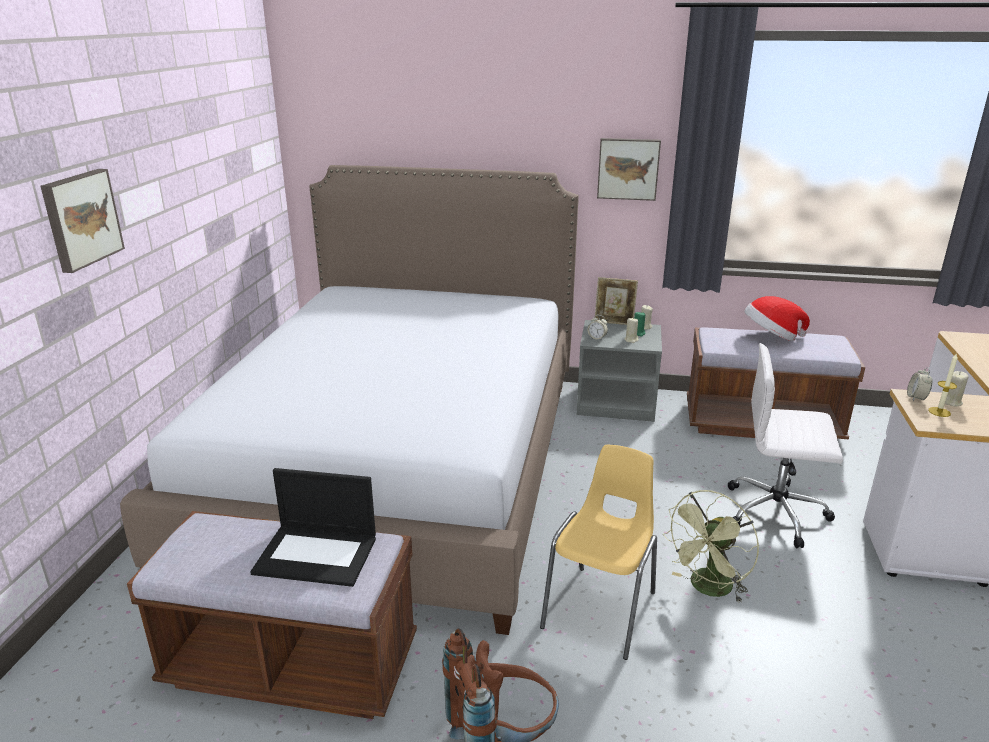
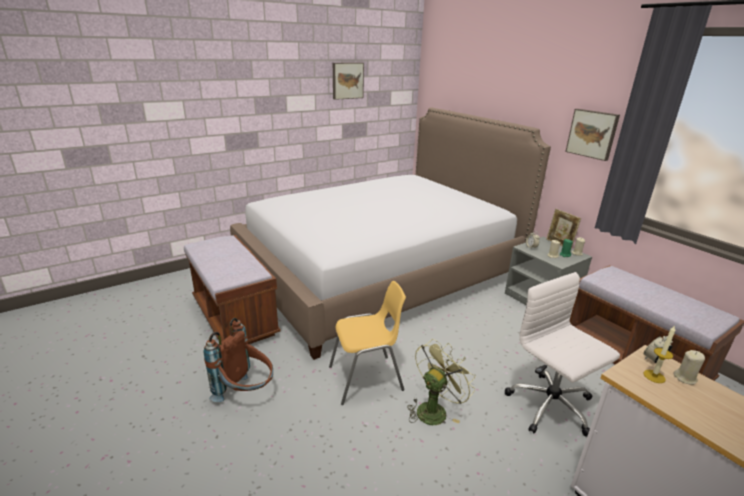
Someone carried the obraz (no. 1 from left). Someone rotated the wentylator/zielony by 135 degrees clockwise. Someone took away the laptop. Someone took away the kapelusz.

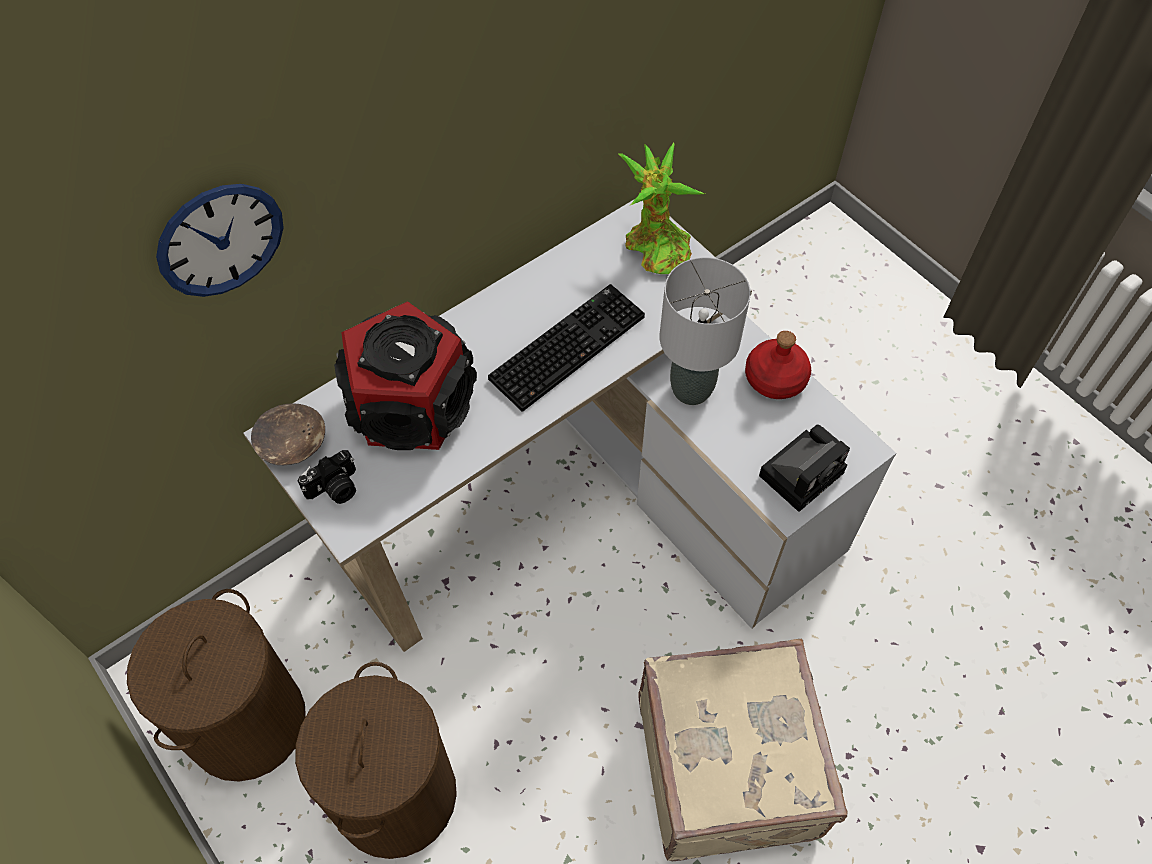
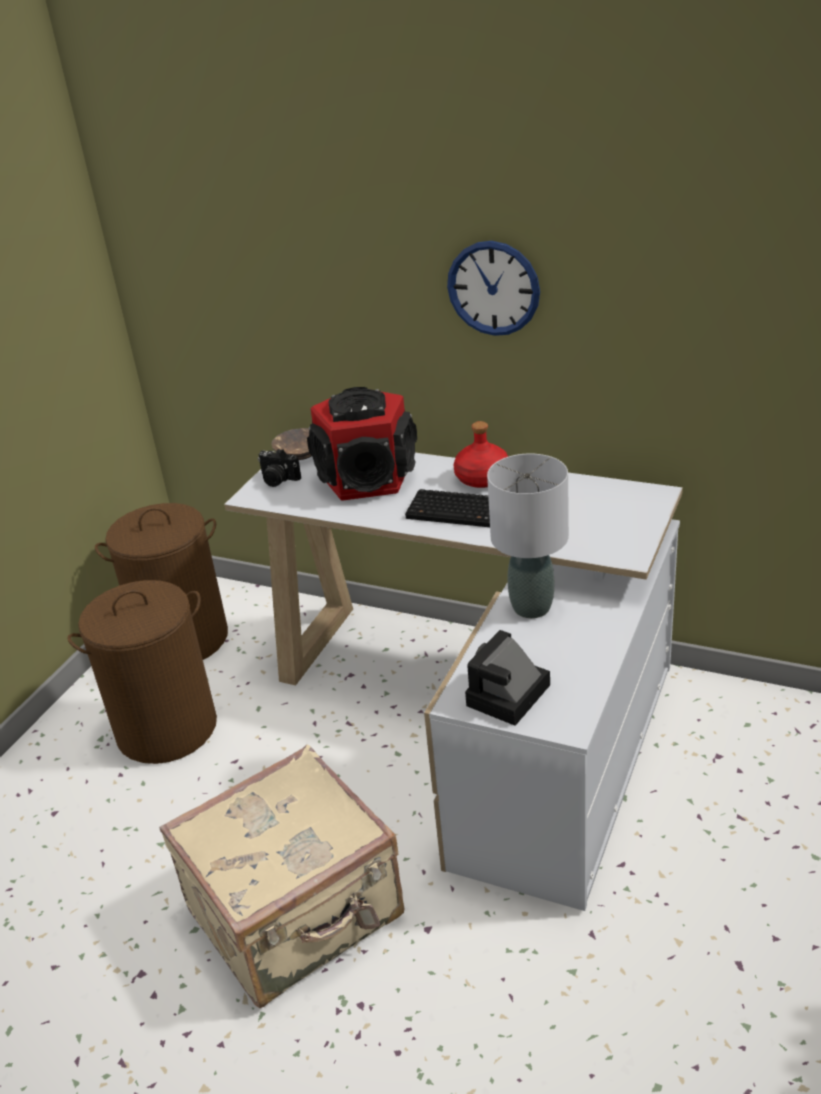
Someone carried the zegar ścienny. Someone carried the butelka/czerwony. Someone rotated the aparat fotograficzny (no. 2 from left) by 105 degrees clockwise. Someone took away the roślina doniczkowa.

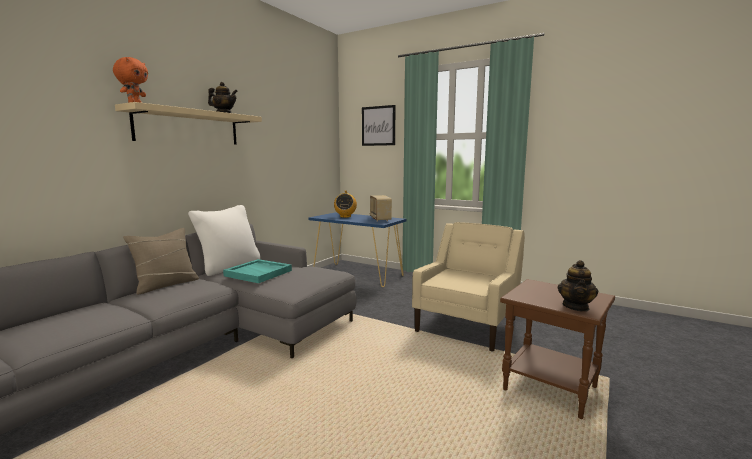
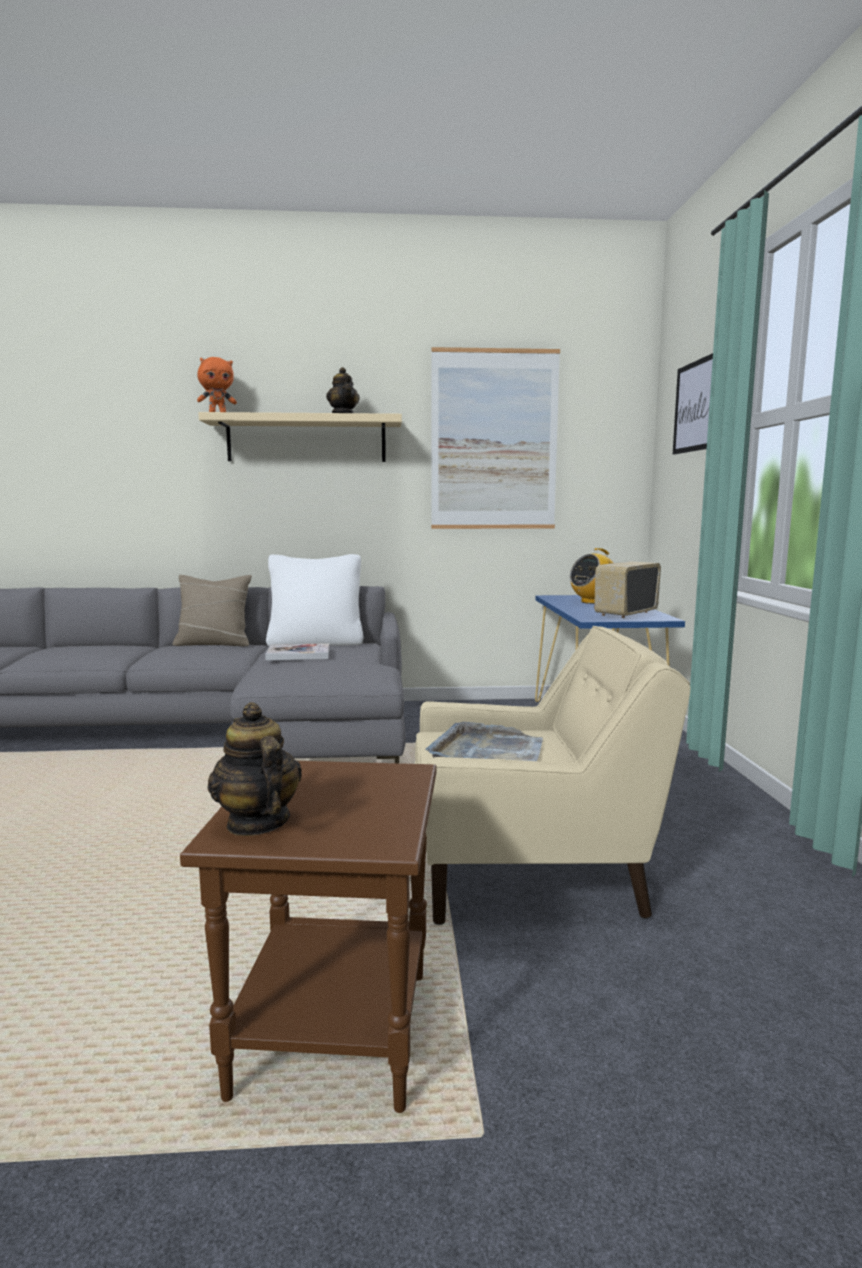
Someone rotated the imbryk (no. 2 from left in the first image) by 75 degrees clockwise. Someone swapped the taca/turkusowy for the książka. Someone put down the taca/szary. Someone put up the obraz (no. 1 from left).

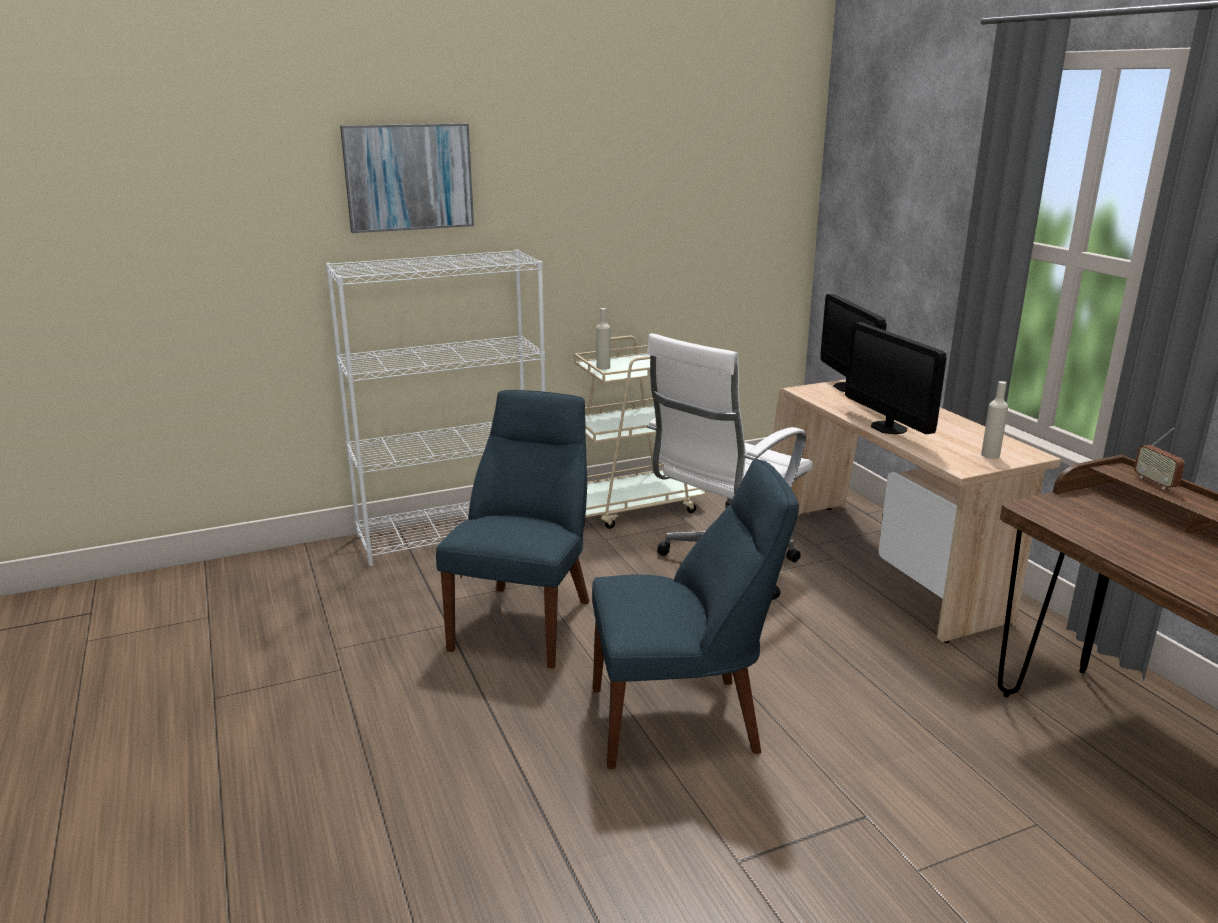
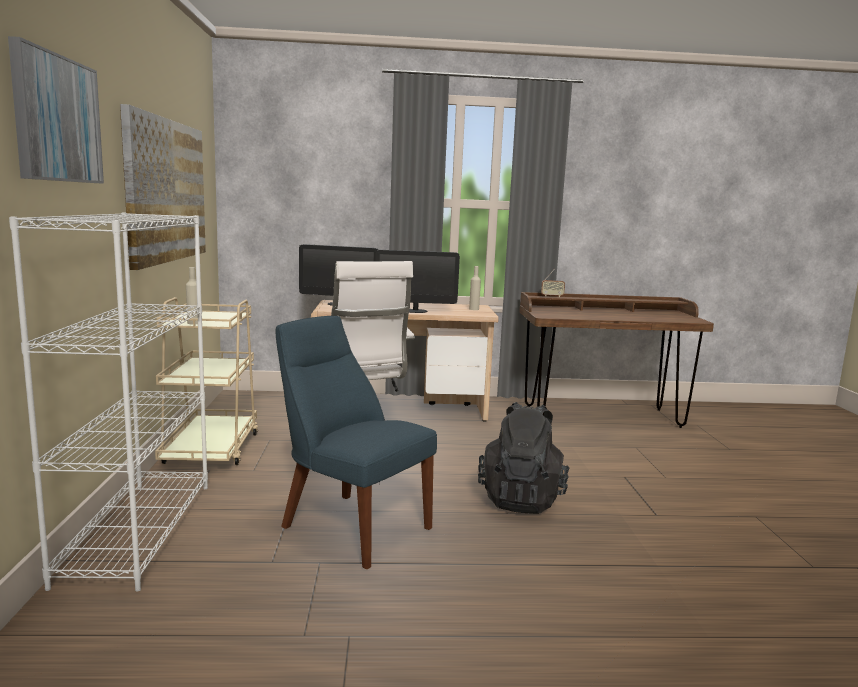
Someone put up the obraz (no. 2 from left). Someone swapped the krzesło/niebieski (no. 2 from left) for the plecak/czarny.

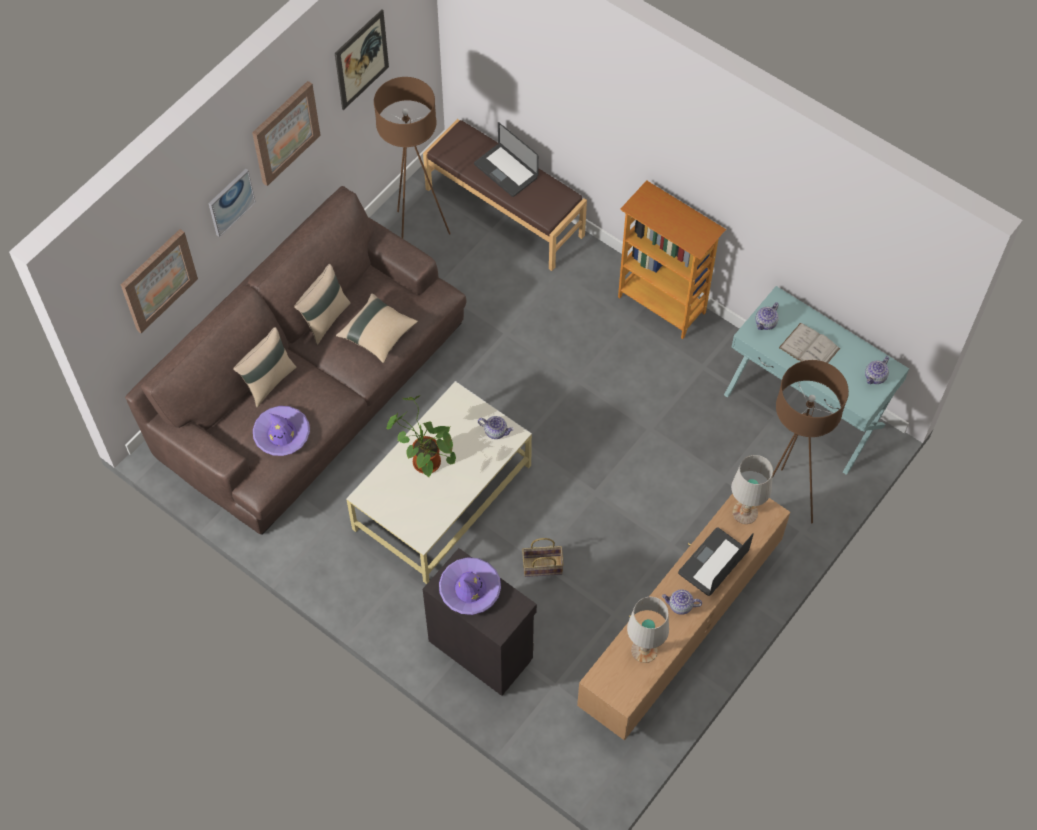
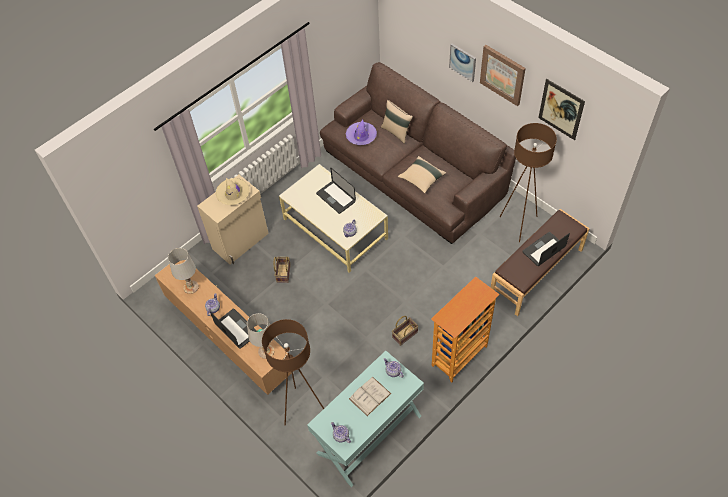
Someone repainted the szafka/czarny, which became the szafka/beżowy. Someone repainted the kapelusz/fioletowy (no. 2 from left), which became the kapelusz/beżowy. Someone swapped the roślina doniczkowa for the laptop (no. 2 from left). Someone put down the koszyk (no. 2 from left). Someone took away the obraz (no. 1 from left). Someone took away the poduszka/beżowy (no. 2 from left).

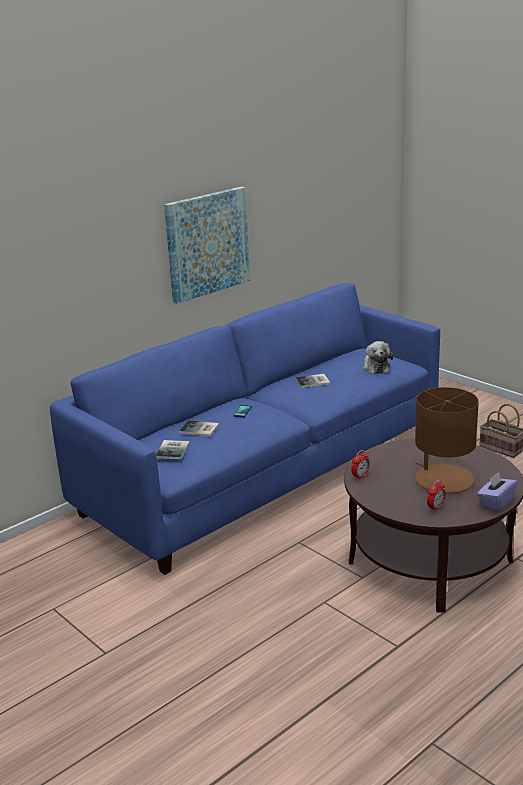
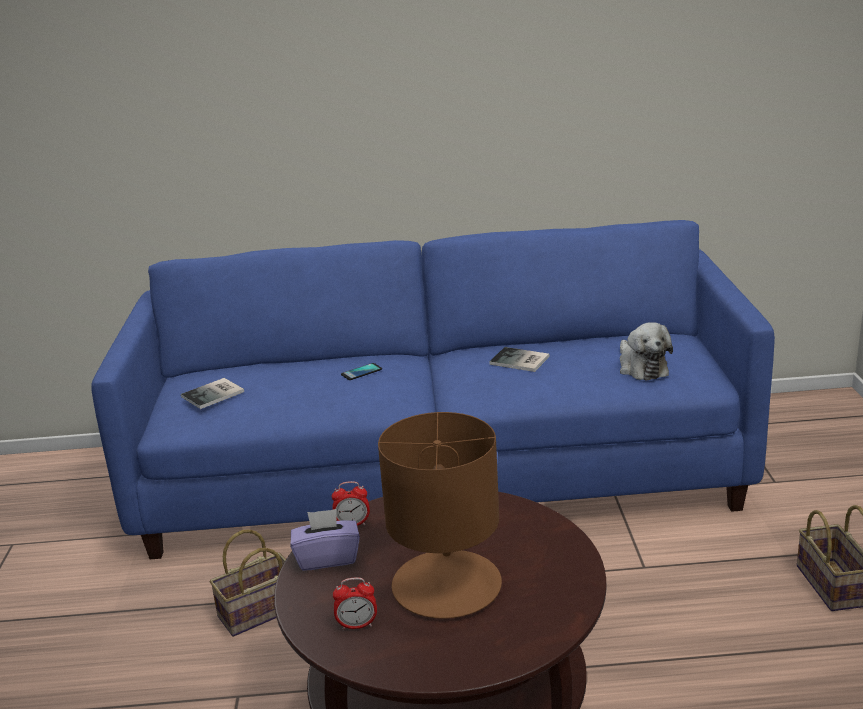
Someone put down the koszyk (no. 1 from left). Someone carried the pudełko chusteczek/fioletowy. Someone rotated the pluszak by 45 degrees counterclockwise. Someone took away the obraz. Someone took away the książka (no. 2 from left).

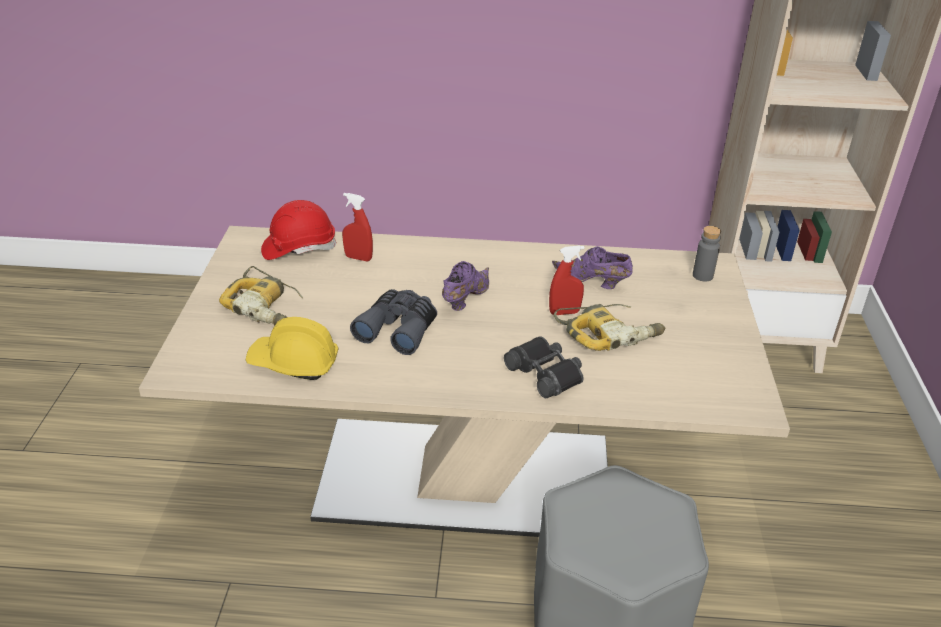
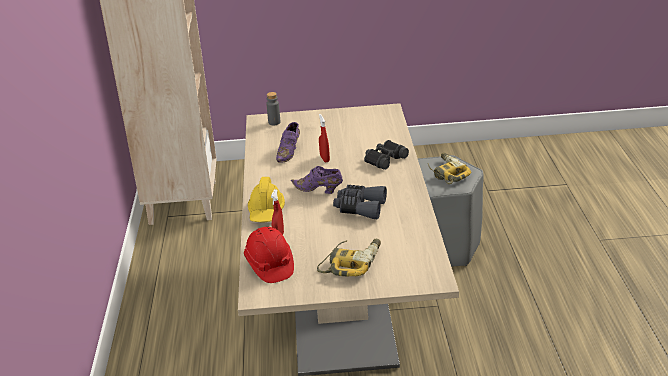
Someone carried the kask/żółty. Someone carried the wiertarka (no. 2 from left).

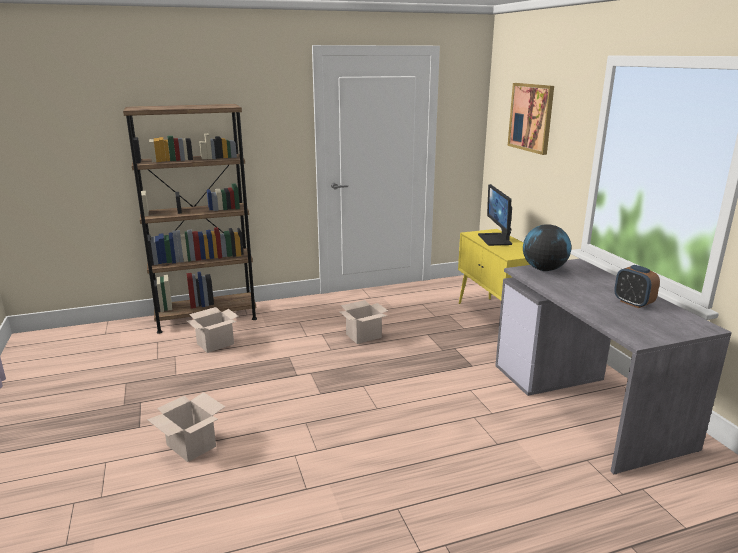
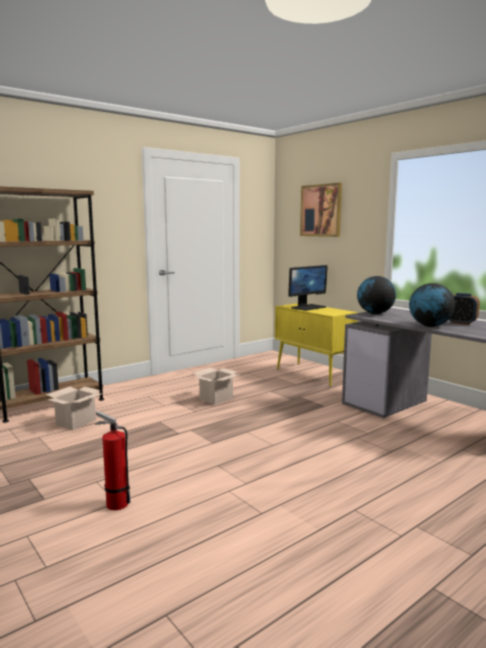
Someone swapped the karton (no. 1 from left) for the gaśnica. Someone rotated the monitor by 105 degrees counterclockwise. Someone put down the globus (no. 2 from left).

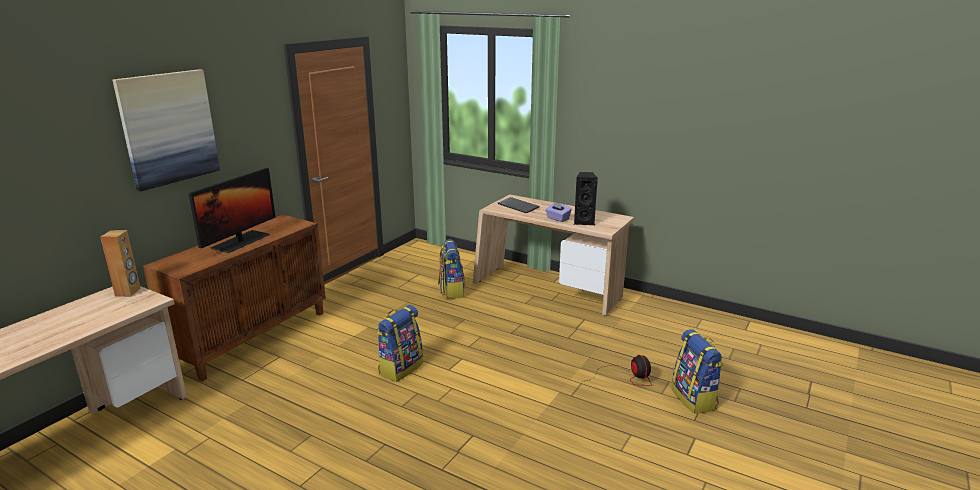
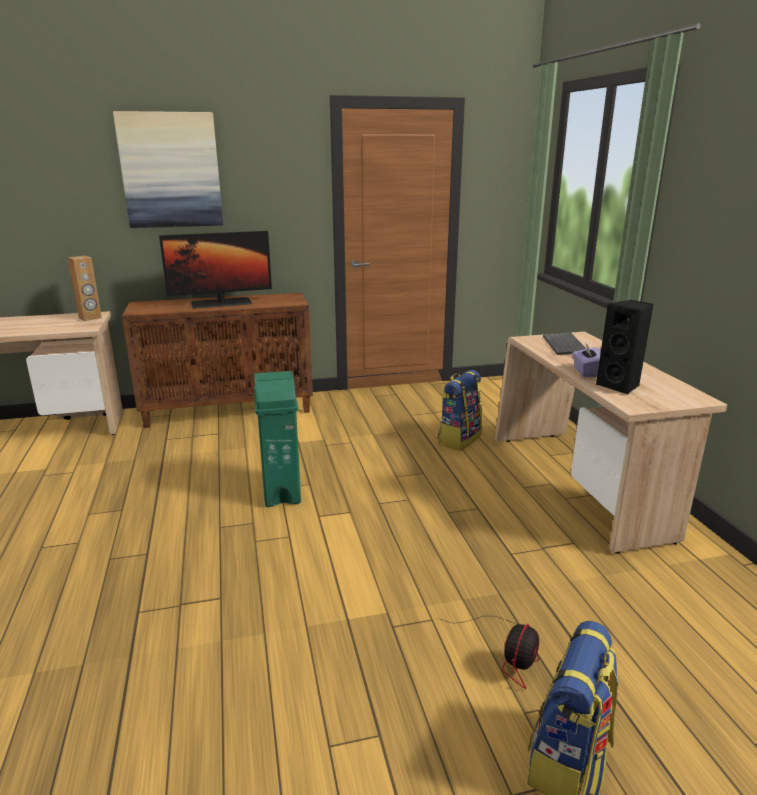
Someone swapped the plecak (no. 1 from left) for the kosz na śmieci/zielony.

